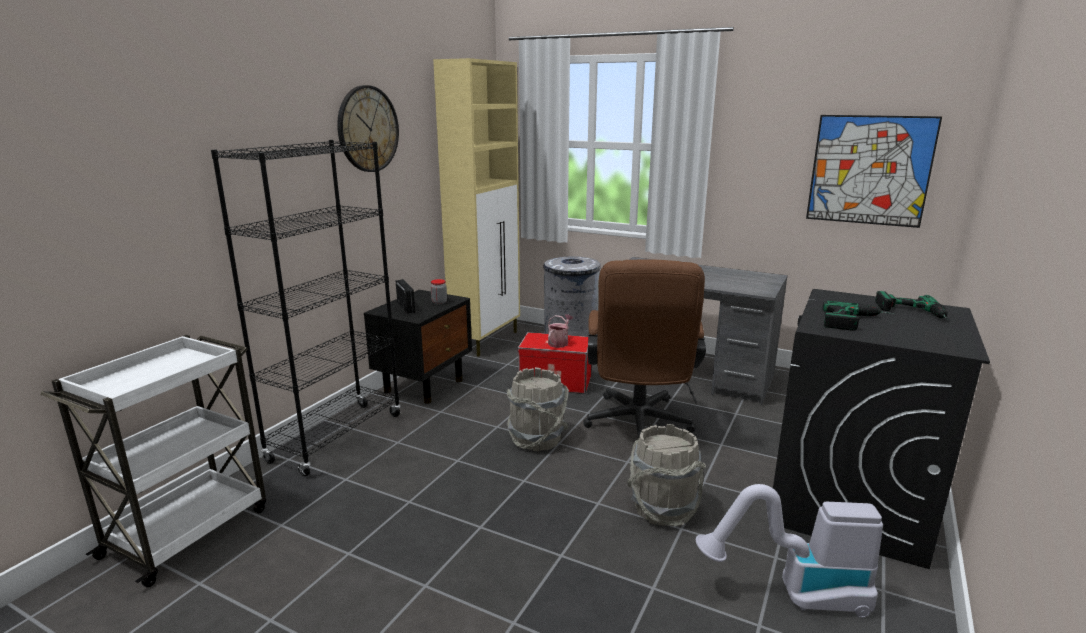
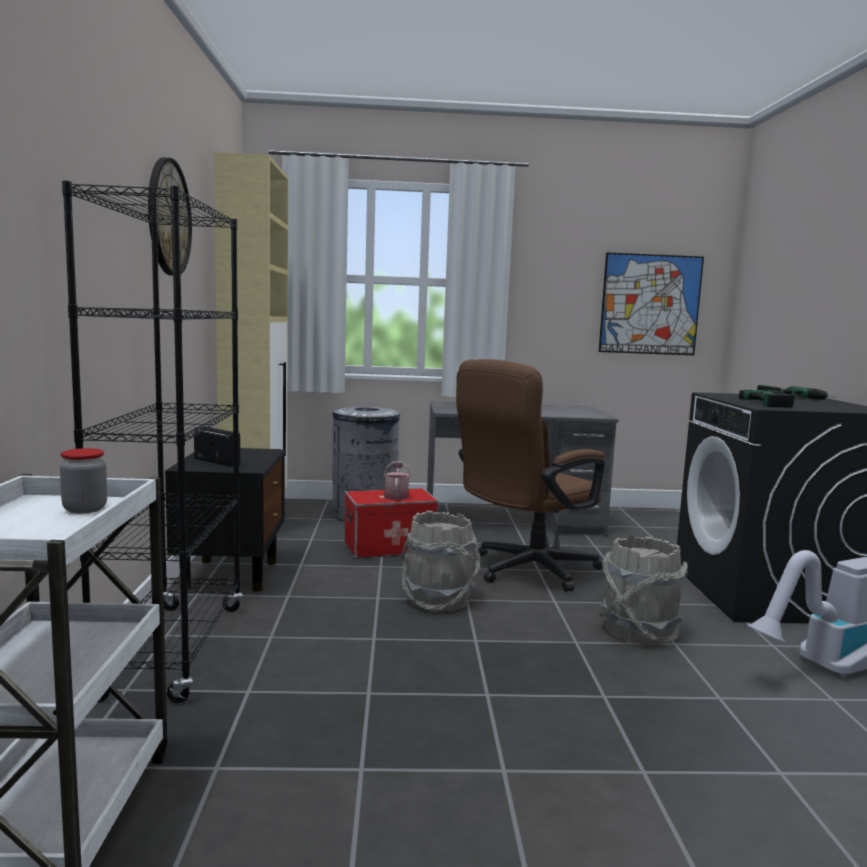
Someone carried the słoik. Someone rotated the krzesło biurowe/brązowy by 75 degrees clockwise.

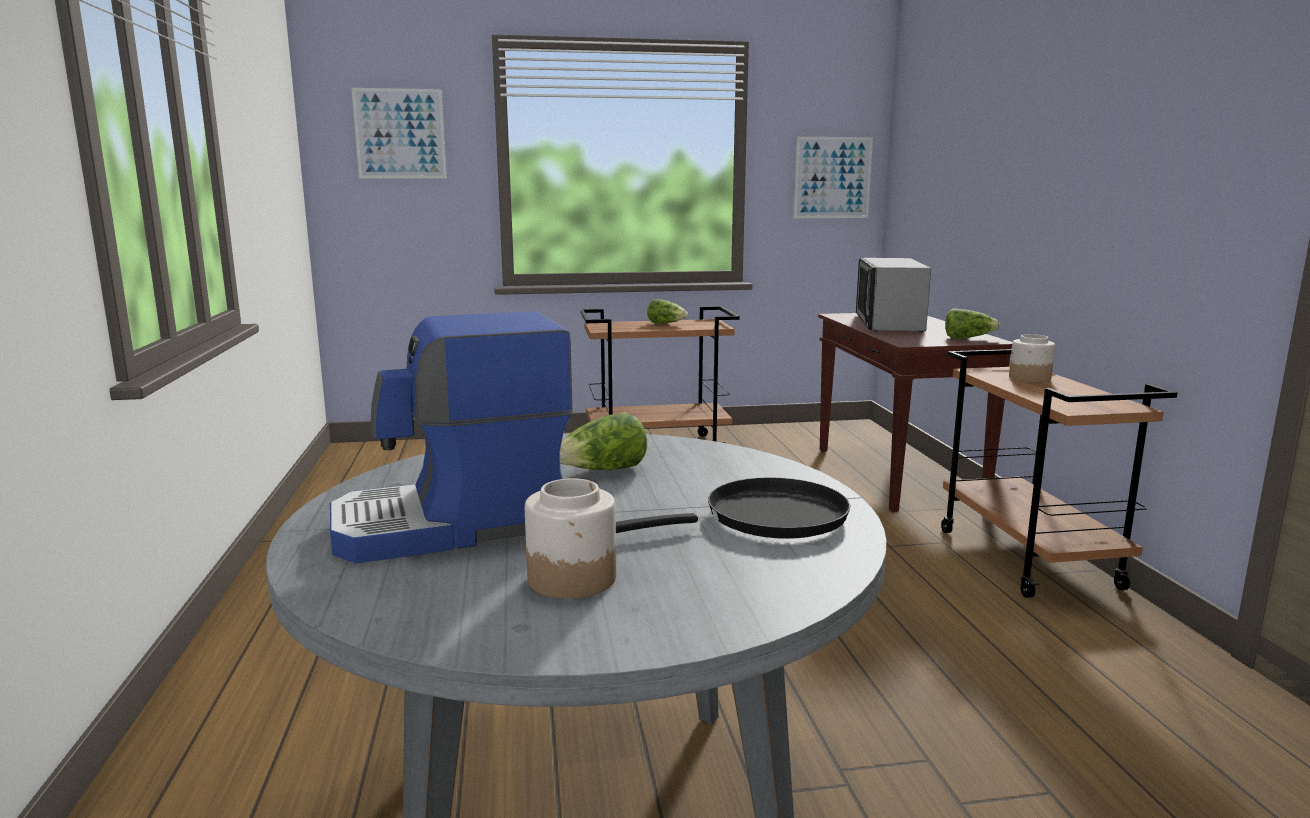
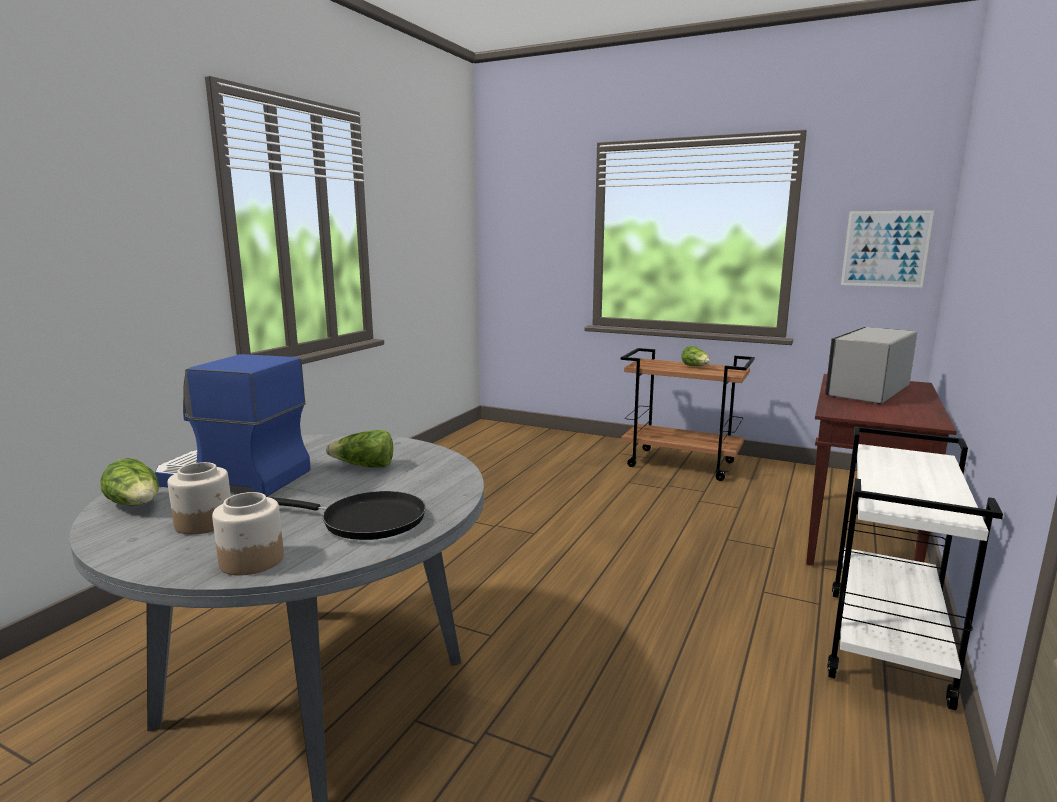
Someone carried the sałata (no. 3 from left in the first image). Someone carried the słoik (no. 2 from left). Someone repainted the wózek/brązowy (no. 2 from left), which became the wózek/biały. Someone took away the obraz (no. 1 from left).

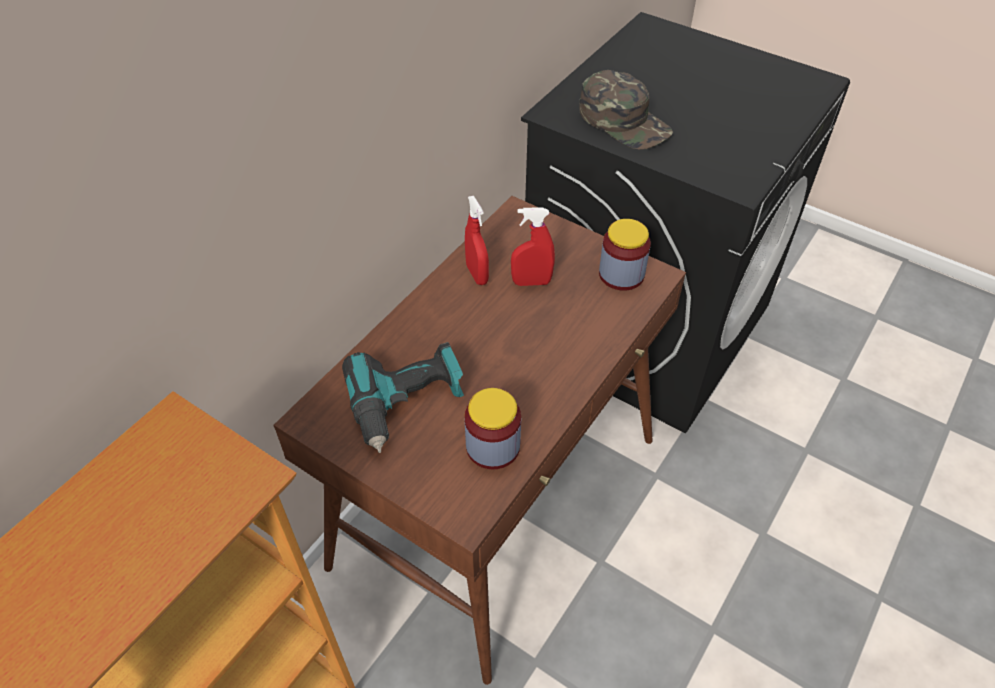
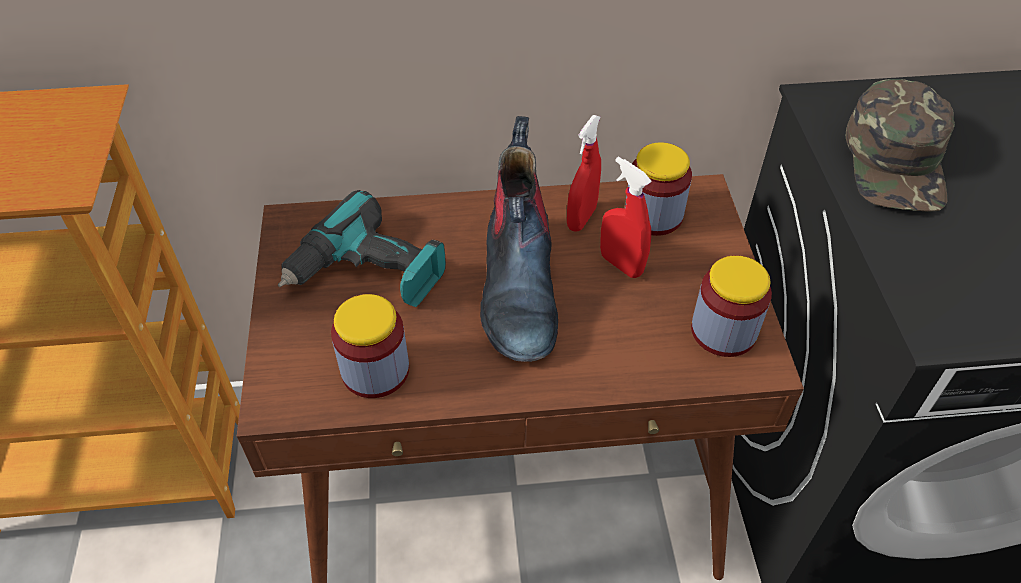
Someone put down the but z cholewką. Someone put down the słoik (no. 2 from left).

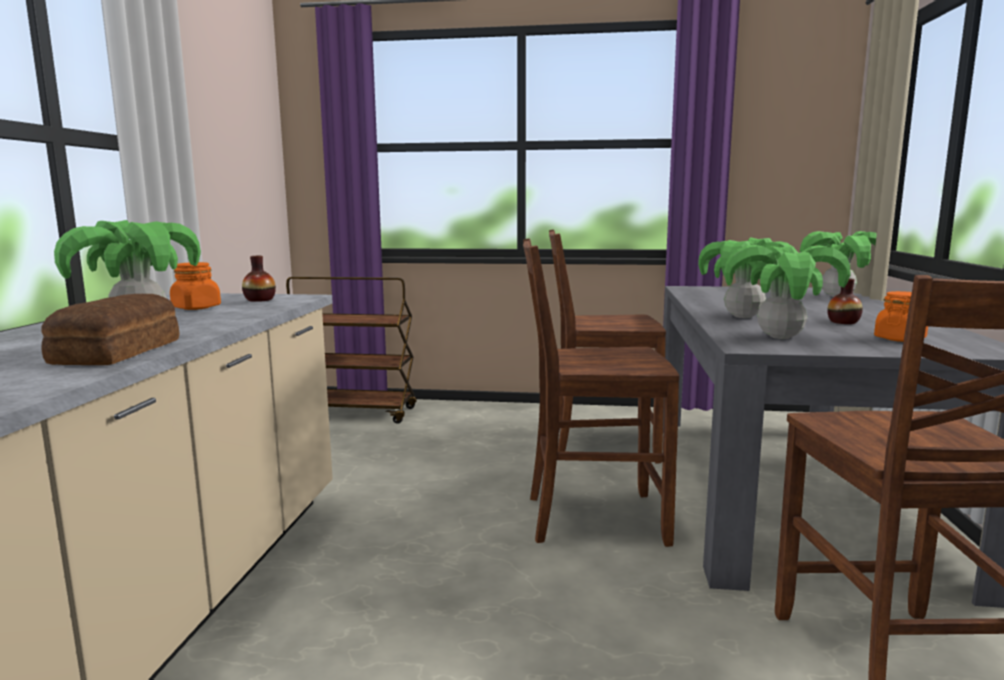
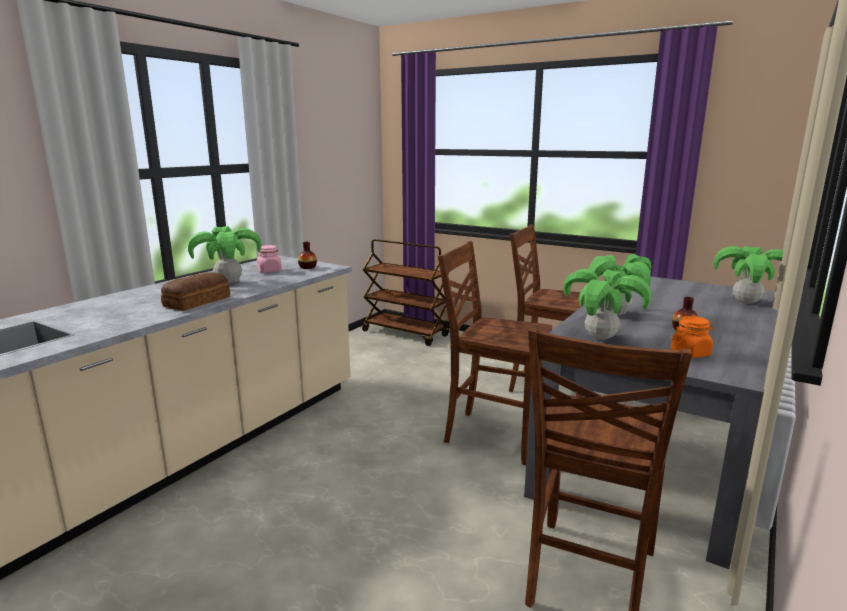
Someone repainted the słoik/pomarańczowy (no. 1 from left), which became the słoik/różowy.

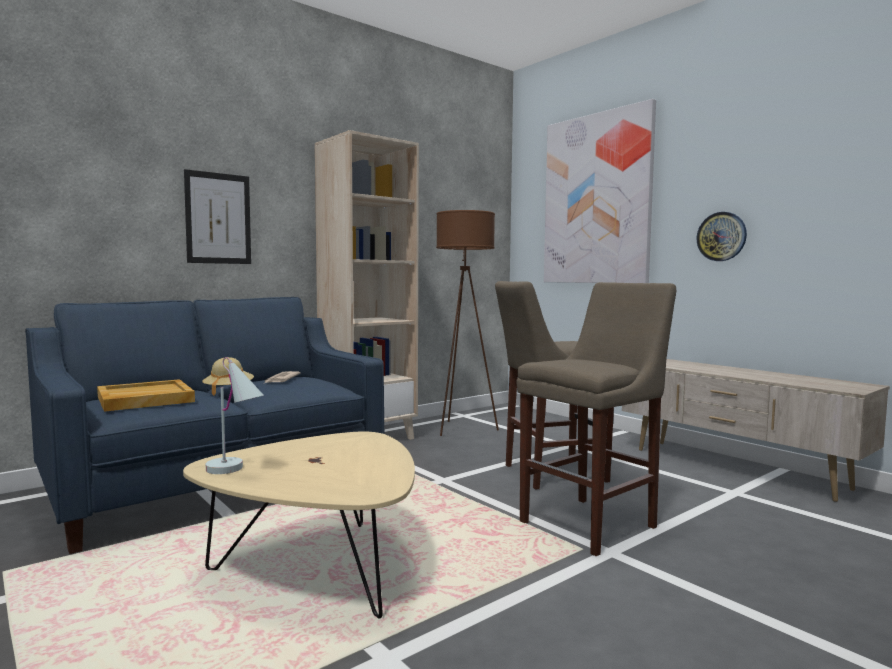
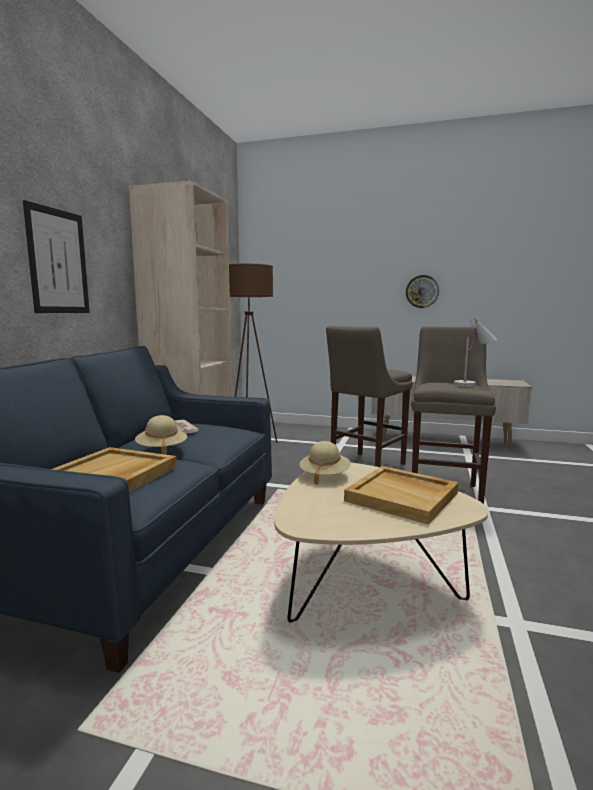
Someone put down the kapelusz/beżowy (no. 2 from left). Someone put down the taca/beżowy (no. 2 from left). Someone carried the lampa stołowa/biały. Someone took away the obraz (no. 2 from left).

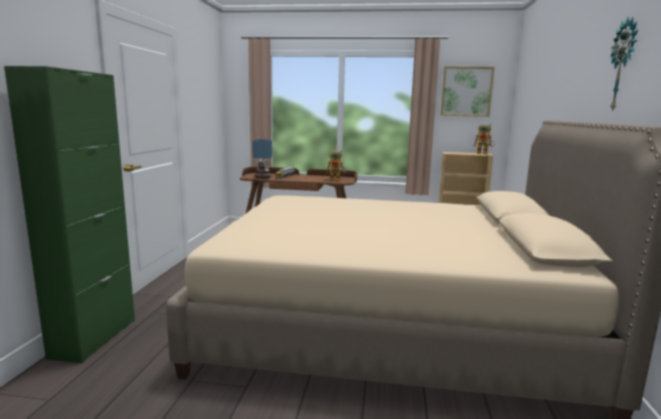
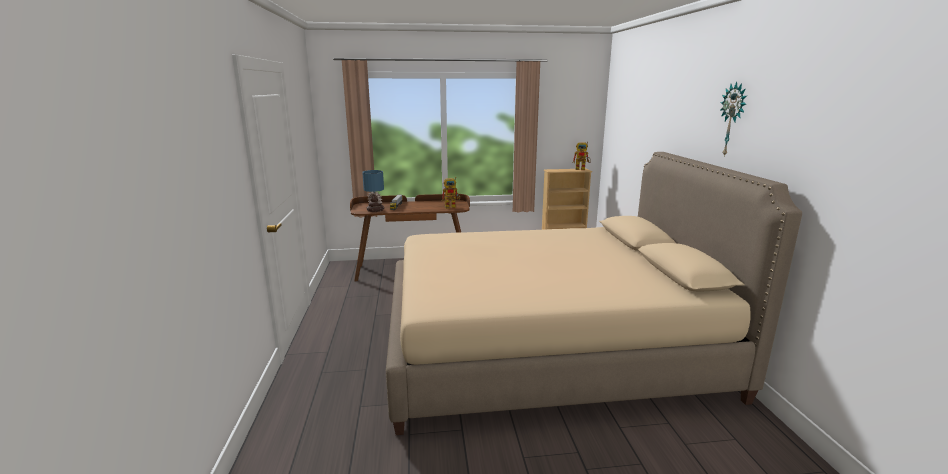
Someone took away the szafka/zielony. Someone took away the obraz.

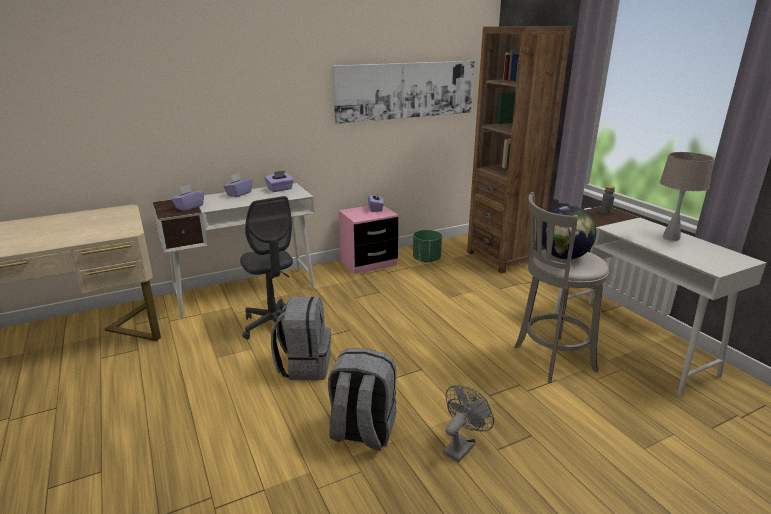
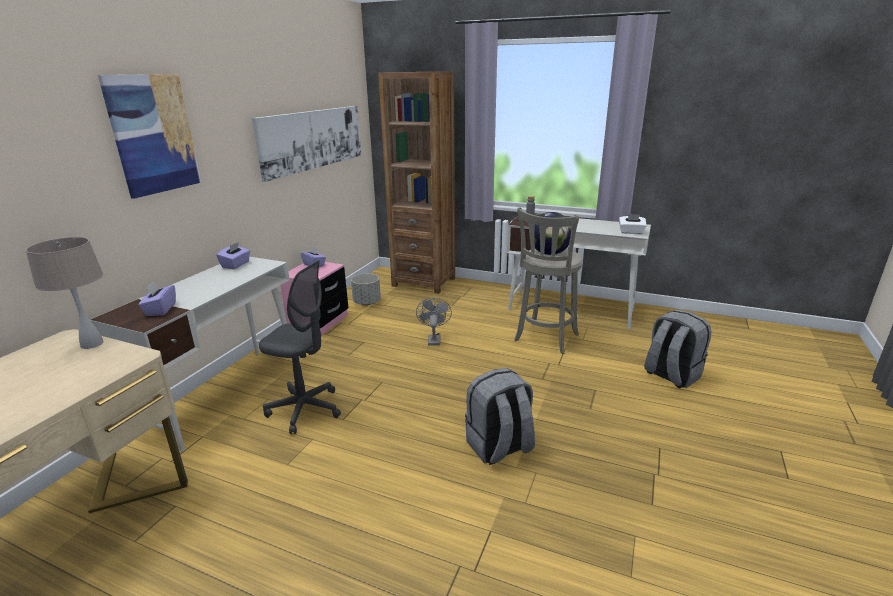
Someone carried the lampa stołowa/beżowy. Someone put up the obraz (no. 1 from left). Someone repainted the donica/zielony, which became the donica/szary. Someone carried the wentylator/szary. Someone put down the pudełko chusteczek/biały. Someone carried the plecak/szary (no. 1 from left in the first image). Someone took away the pudełko chusteczek/fioletowy (no. 2 from left).

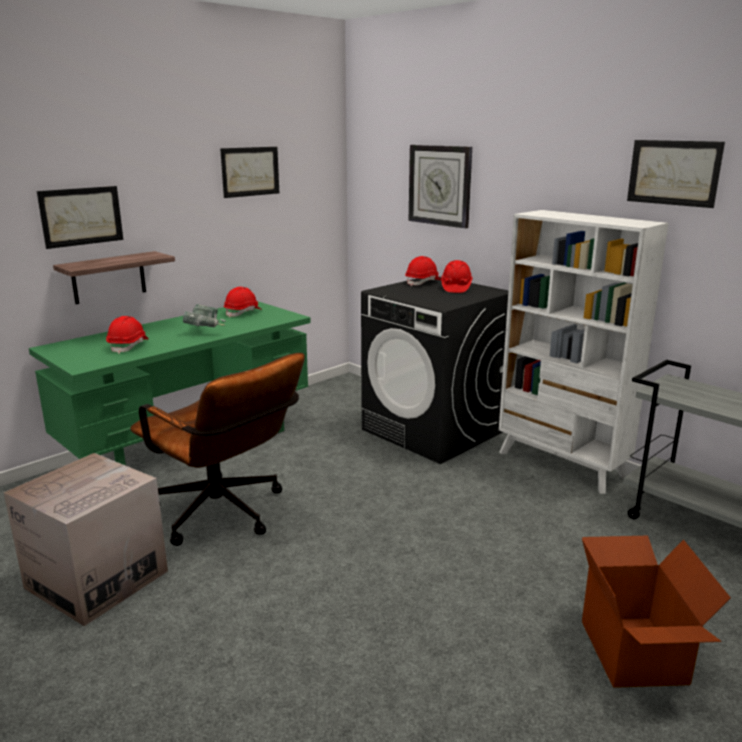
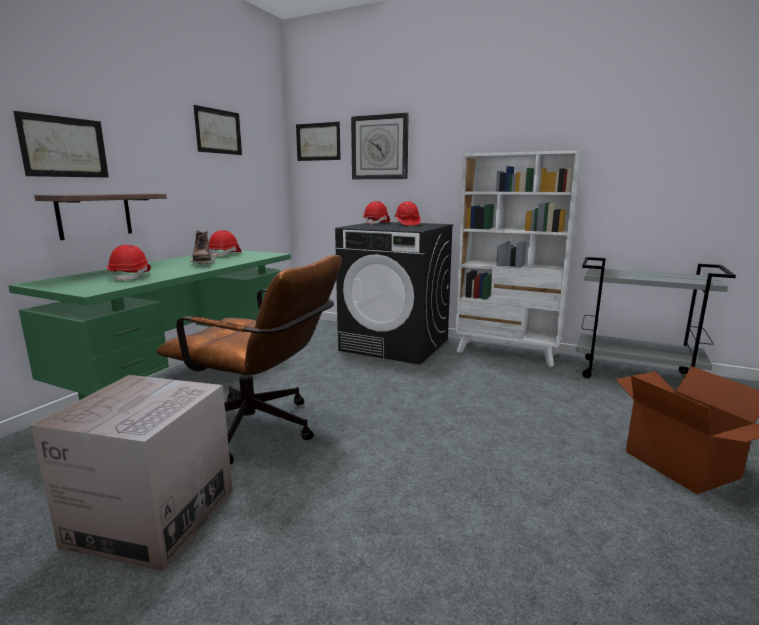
Someone swapped the wiertarka for the but z cholewką/brązowy. Someone carried the obraz (no. 3 from left).

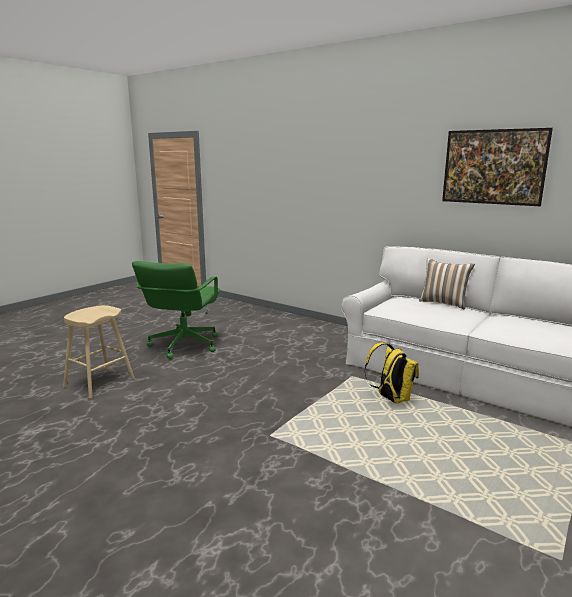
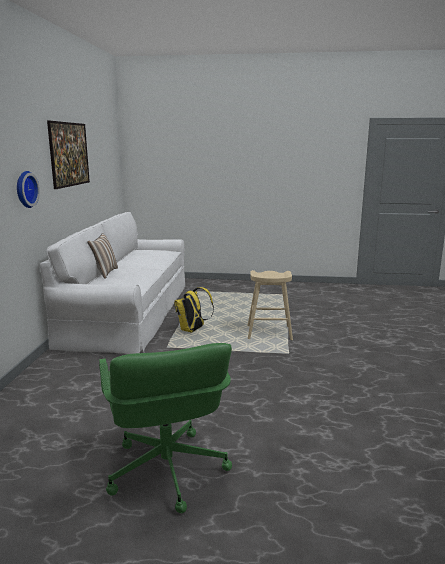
Someone put up the zegar ścienny. Someone rotated the krzesło biurowe/zielony by 90 degrees clockwise. Someone carried the stołek/beżowy.

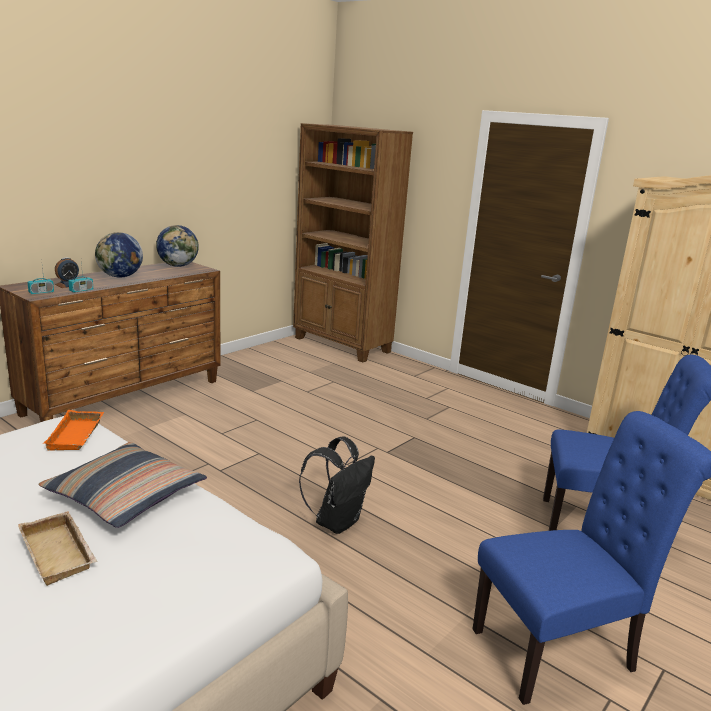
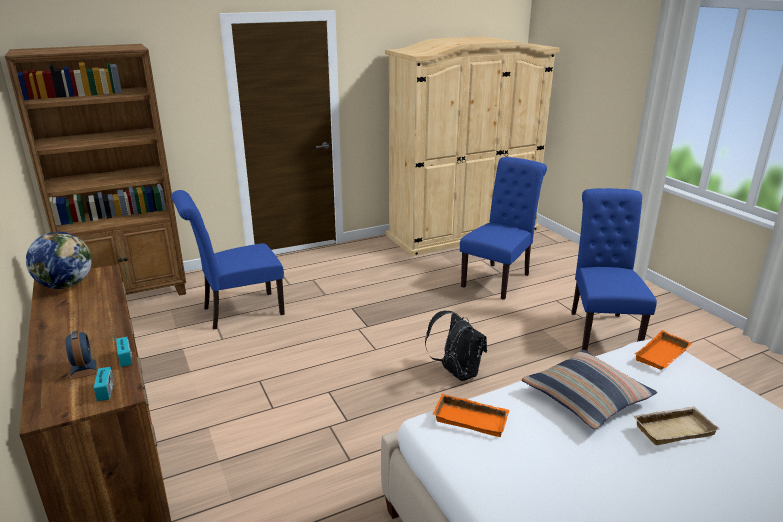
Someone put down the krzesło/niebieski (no. 1 from left). Someone put down the taca/pomarańczowy (no. 2 from left). Someone took away the globus (no. 1 from left).

